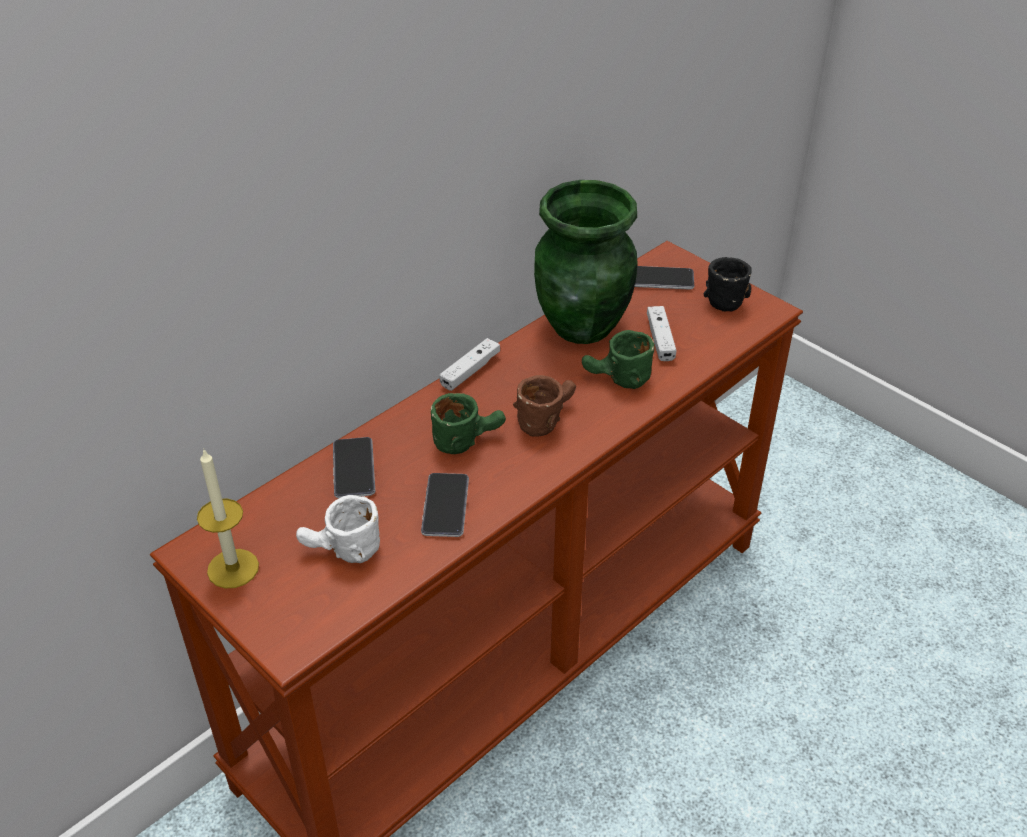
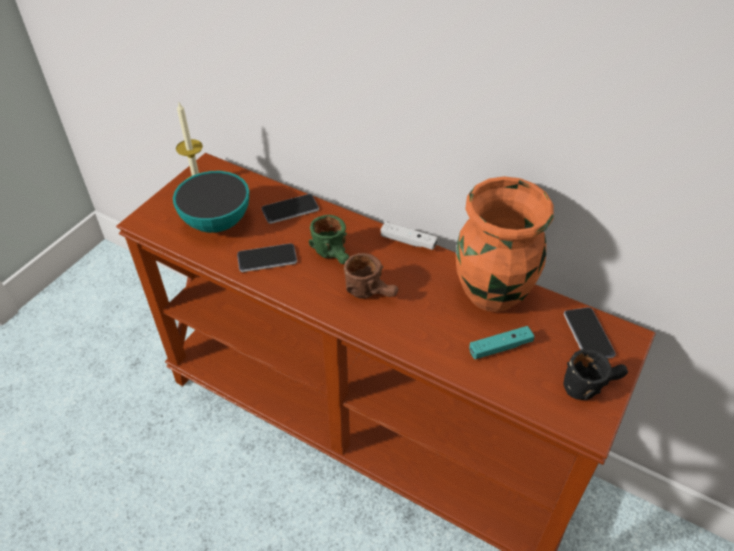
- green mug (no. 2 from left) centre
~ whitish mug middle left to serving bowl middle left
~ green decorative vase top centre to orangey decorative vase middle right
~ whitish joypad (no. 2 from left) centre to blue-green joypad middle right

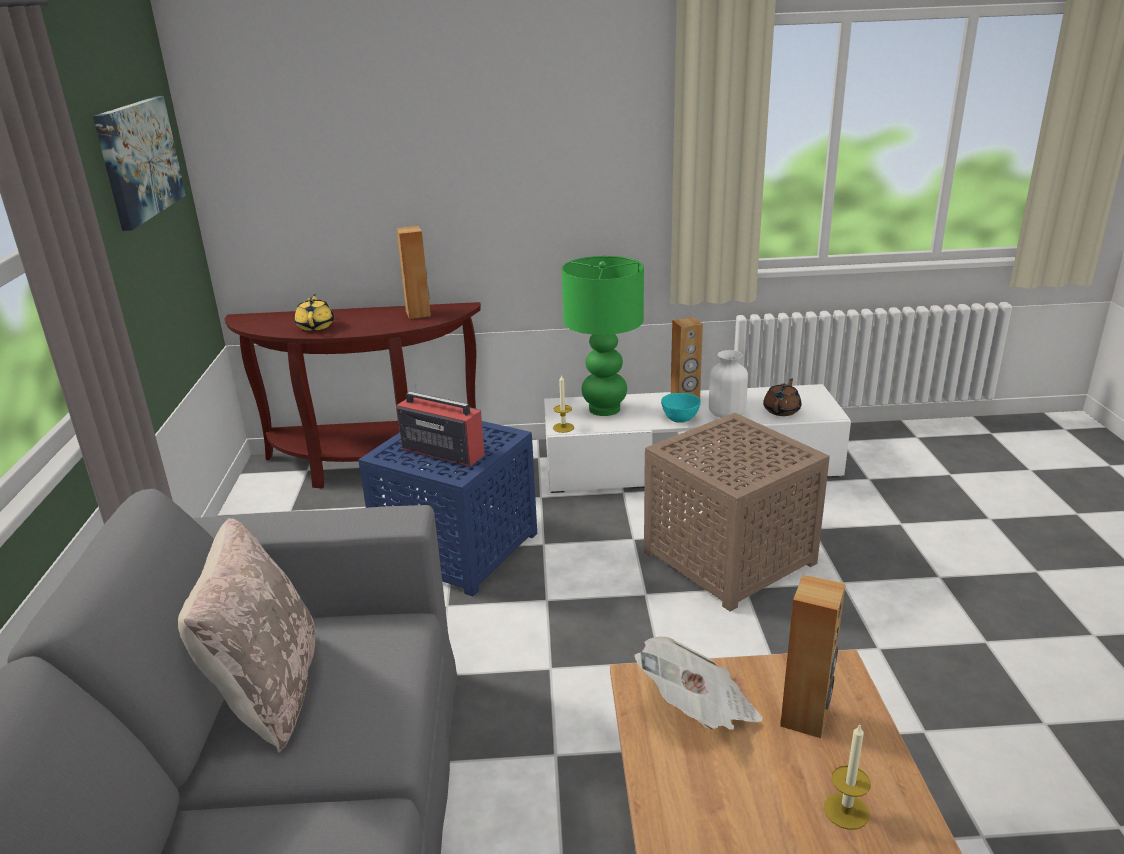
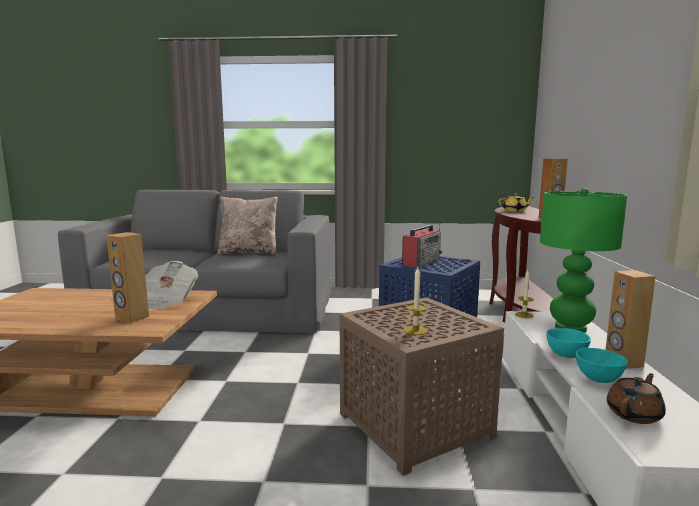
- picture top left
~ wax candle (no. 2 from left in the first image) bottom right to wax candle (no. 1 from left) centre
~ whitish decorative vase centre to blue-green serving bowl (no. 2 from left) bottom right
~ brown tea pot middle right = bottom right 75 degrees counterclockwise

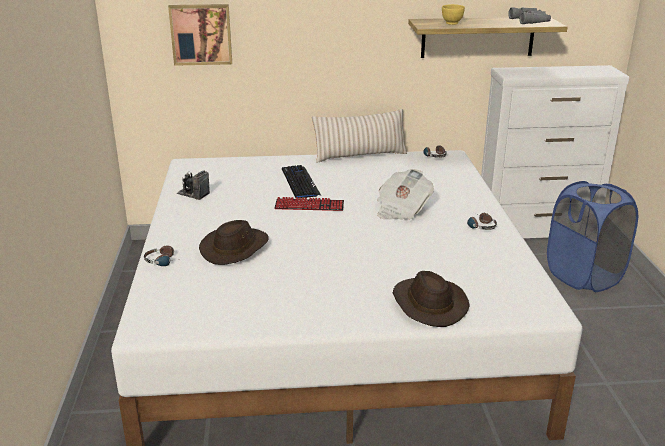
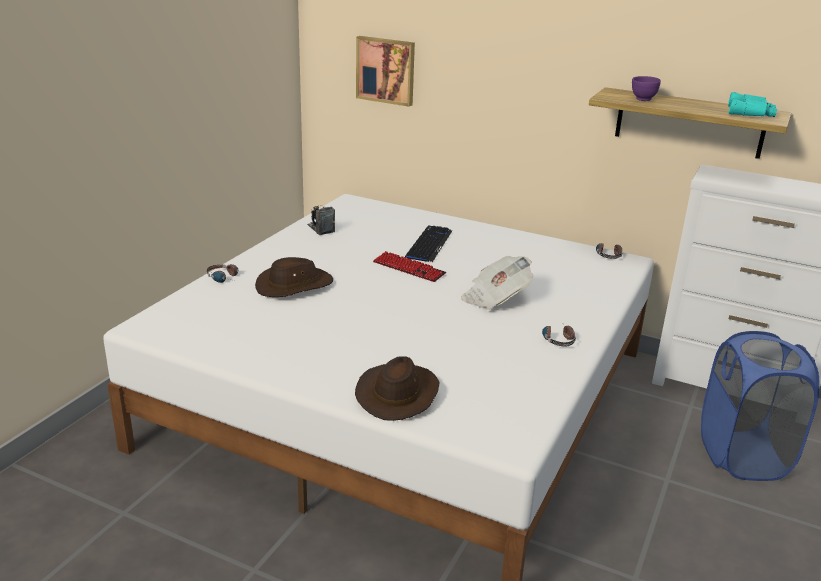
- beige cushion top centre
~ yellow serving bowl top right to purple-coloured serving bowl top right
~ greyish pair of binoculars top right to blue-green pair of binoculars top right

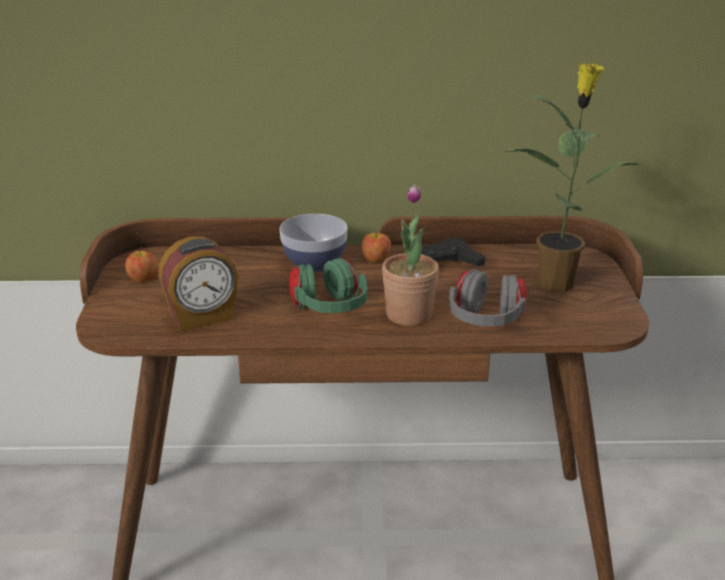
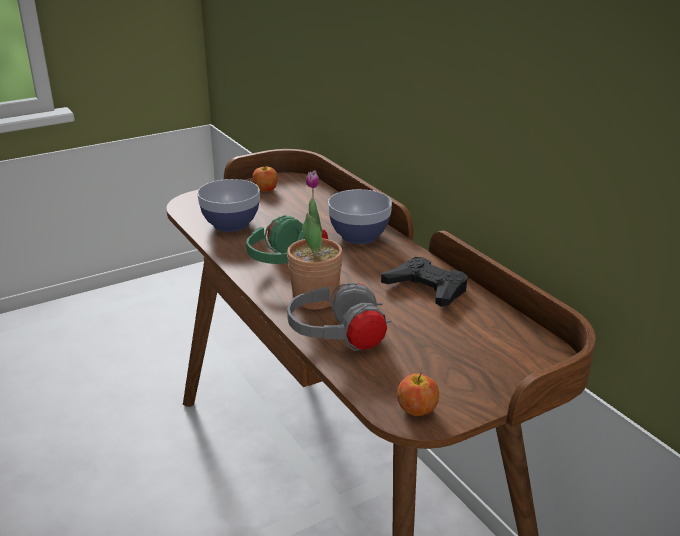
- plant in a pot (no. 2 from left) top right
~ apple fruit (no. 2 from left) centre to bottom centre
~ bedside clock middle left to serving bowl (no. 1 from left) centre

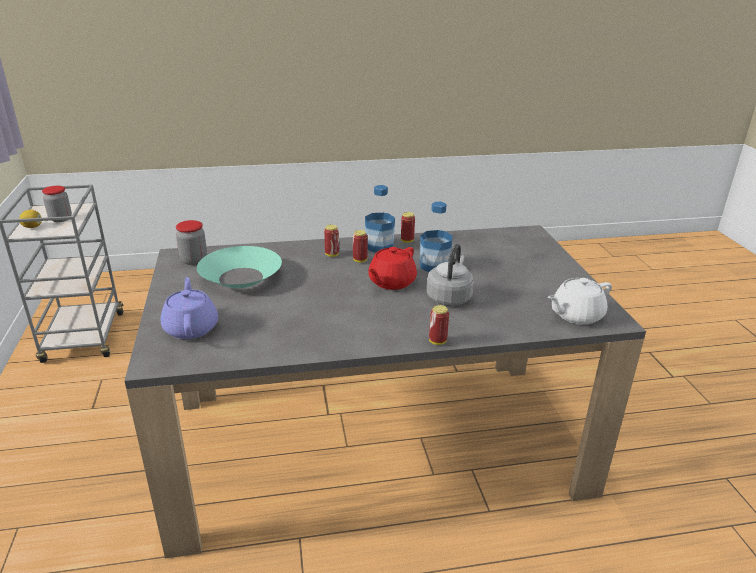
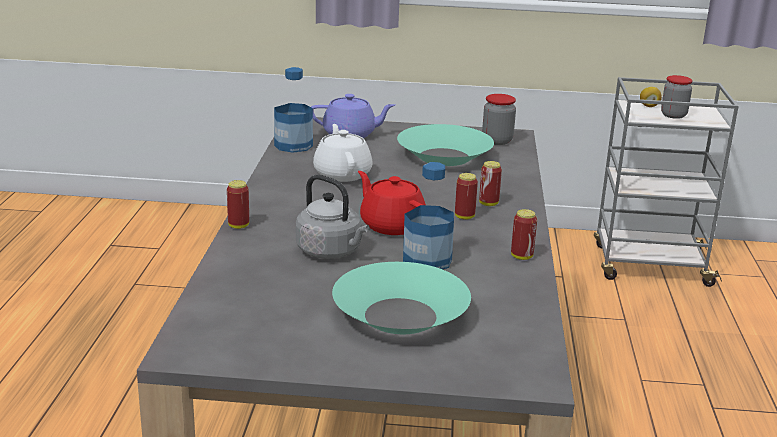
+ blue-green serving bowl (no. 1 from left) bottom centre
~ bottle (no. 1 from left) centre to top centre
~ whitish tea pot middle right to centre

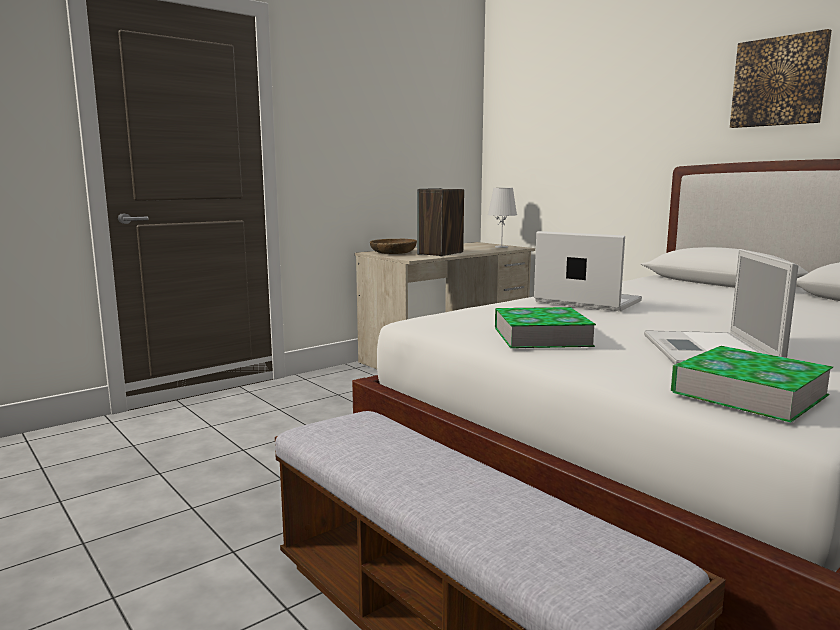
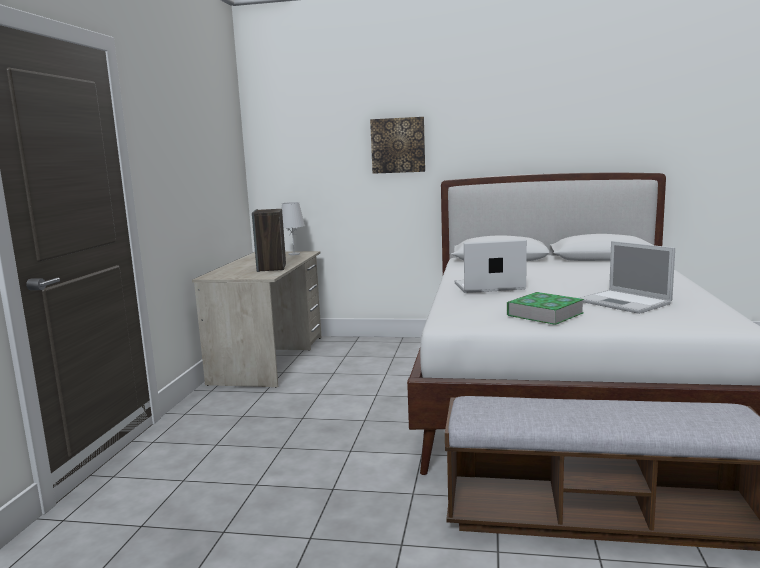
- brown serving bowl centre
- volume (no. 2 from left) middle right
~ picture top right to top centre

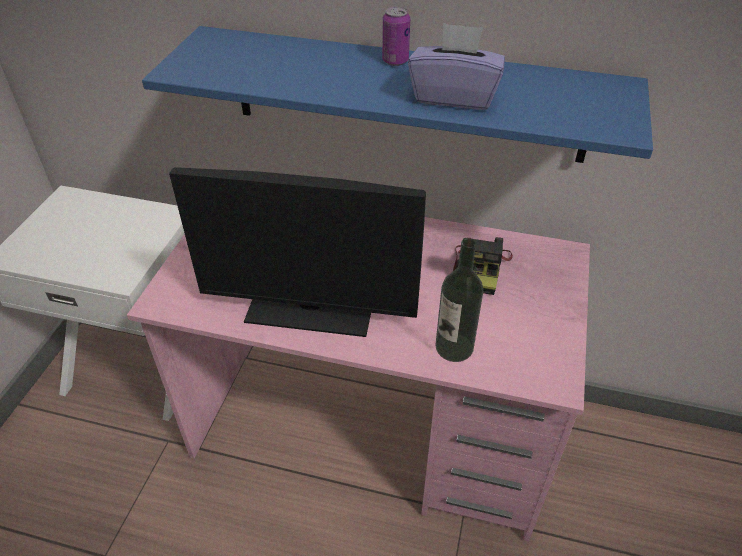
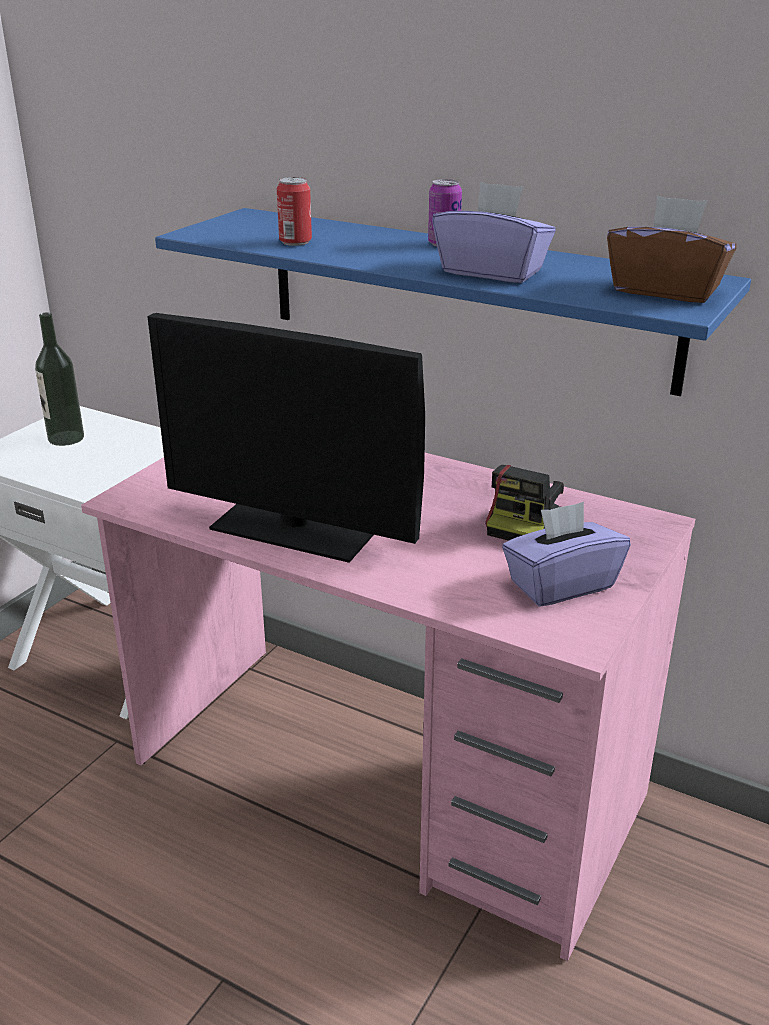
+ can (no. 1 from left) top centre
+ purple-coloured tissue box (no. 2 from left) middle right
+ brown tissue box top right
~ bottle centre to middle left

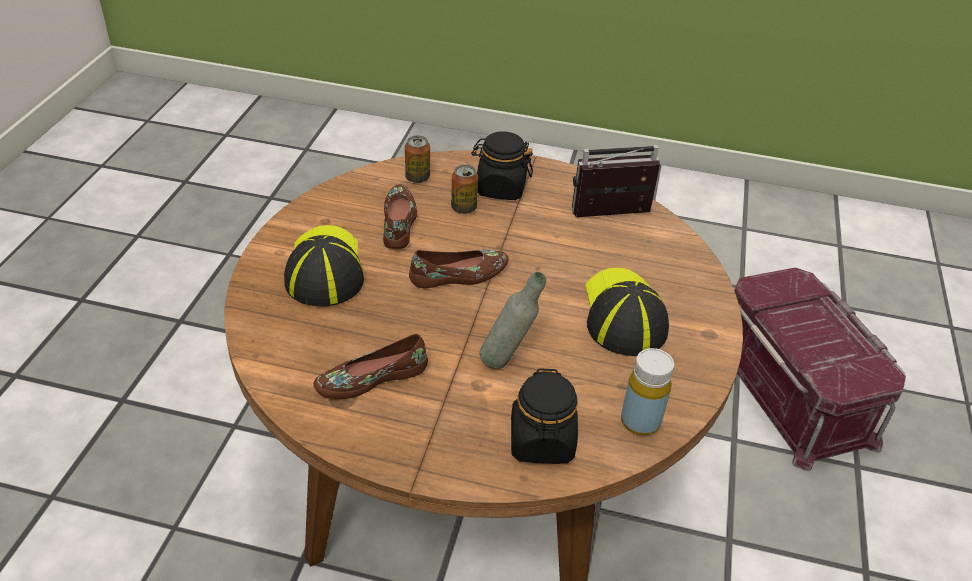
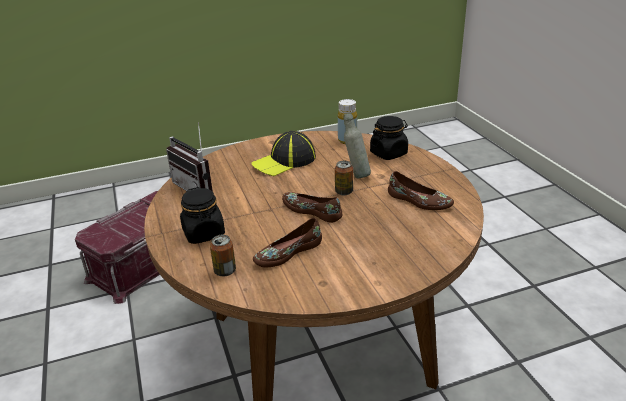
- peaked cap (no. 1 from left) centre
~ can (no. 2 from left) top centre to centre

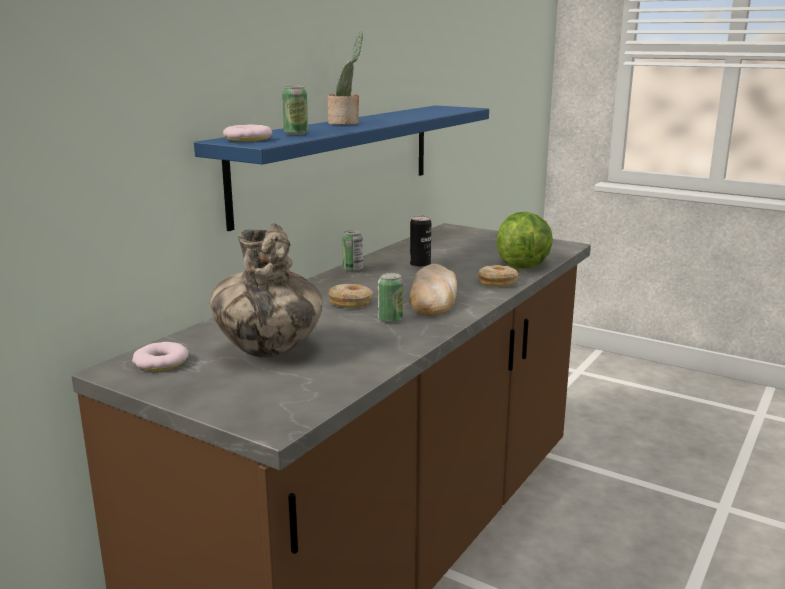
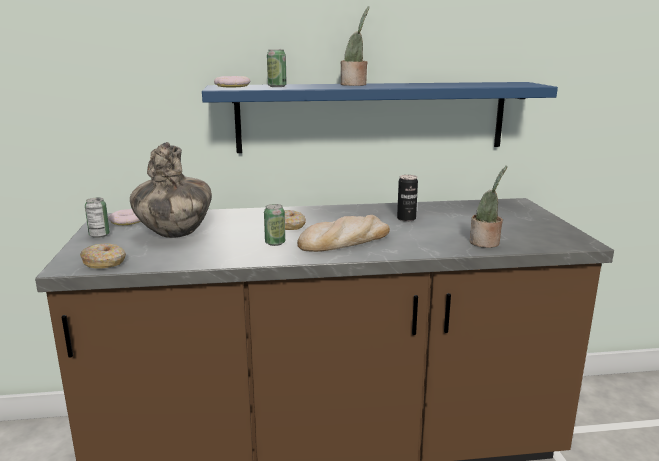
~ can (no. 2 from left in the first image) centre to can (no. 1 from left) middle left
~ donut (no. 4 from left in the first image) centre to donut (no. 1 from left) middle left
~ lettuce head middle right to plant in a pot (no. 2 from left) middle right

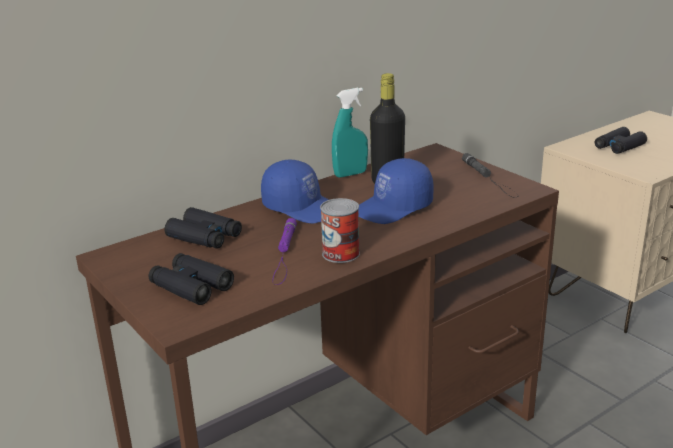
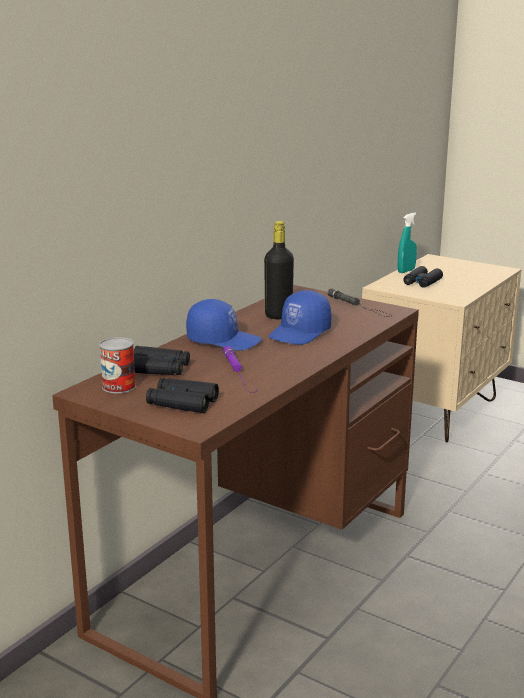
~ can centre to middle left
~ blue-green hand sprayer top centre to middle right

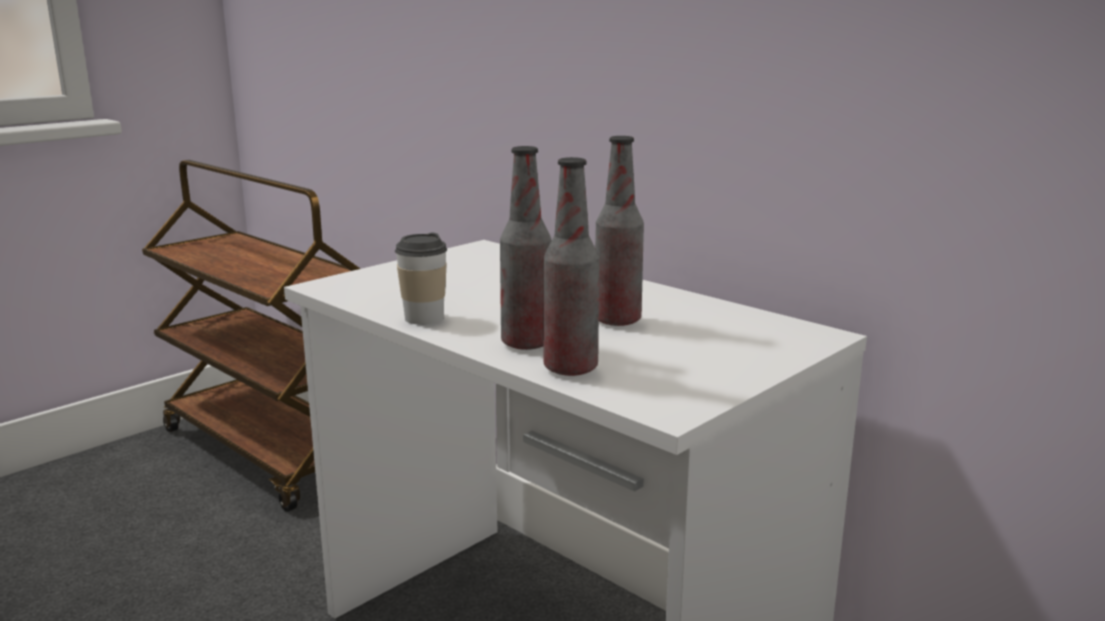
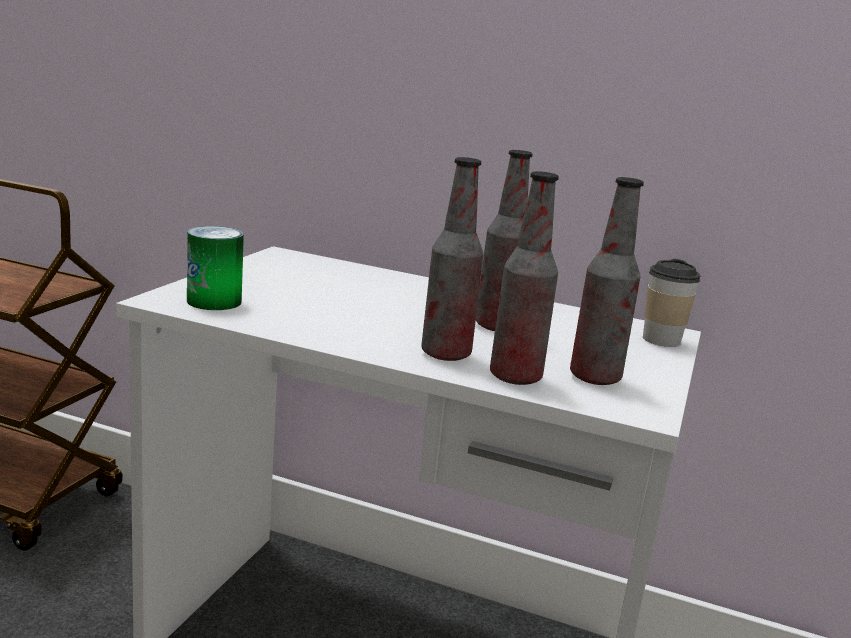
+ can middle left
+ bottle (no. 4 from left) middle right
~ drinking cup centre to middle right

